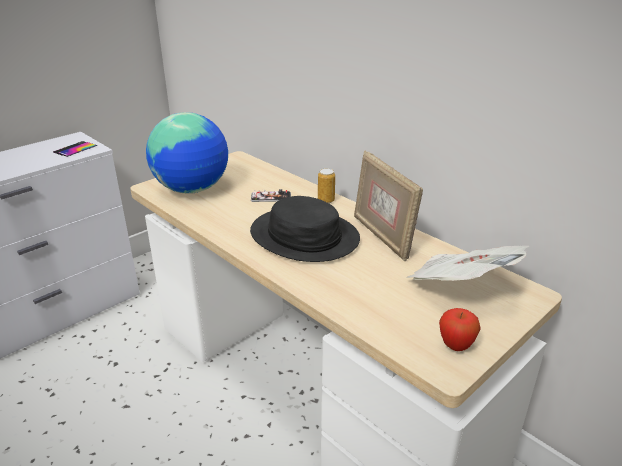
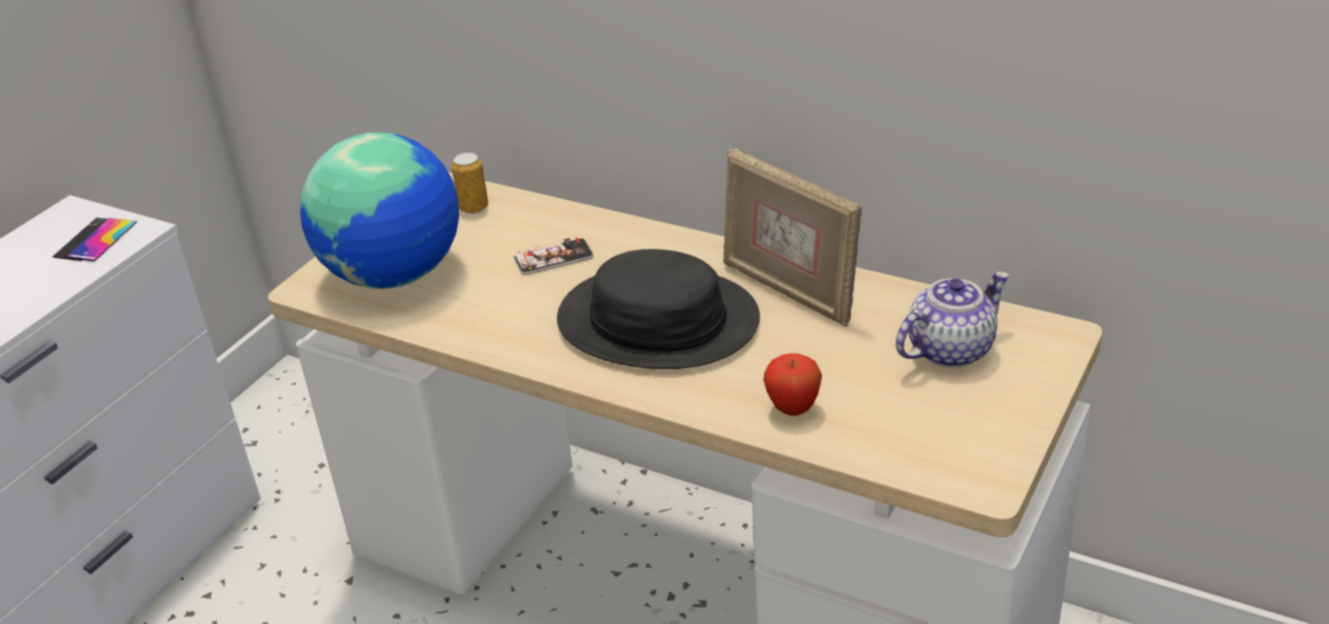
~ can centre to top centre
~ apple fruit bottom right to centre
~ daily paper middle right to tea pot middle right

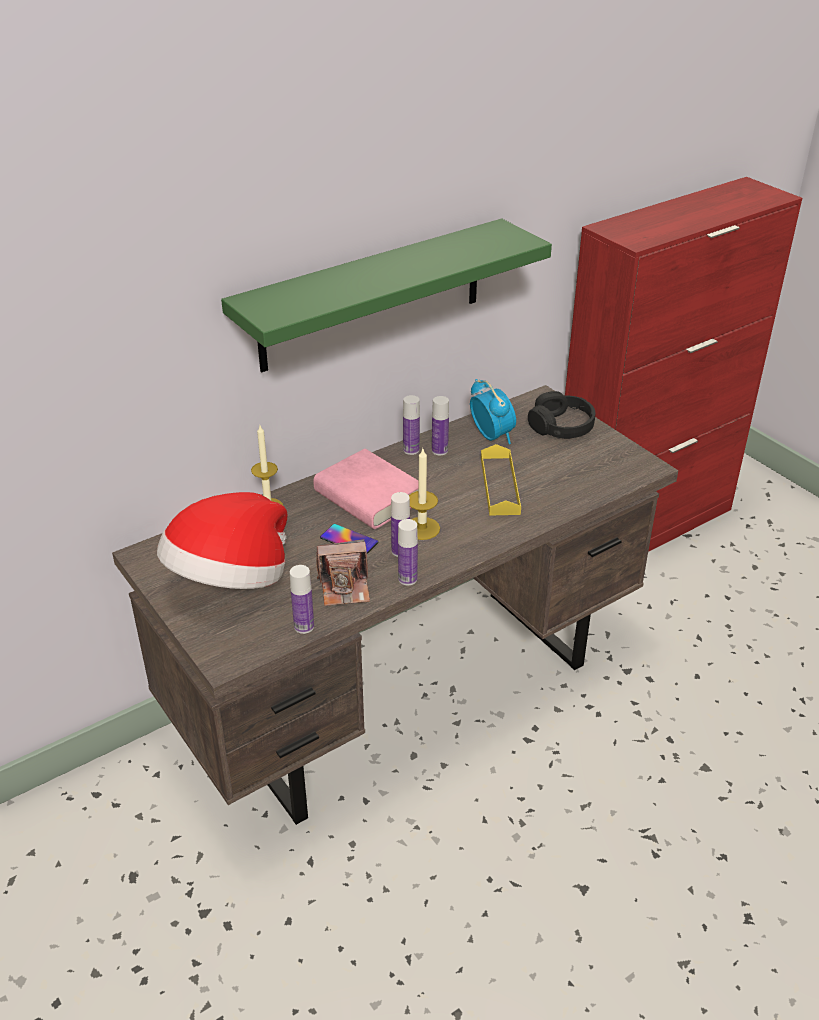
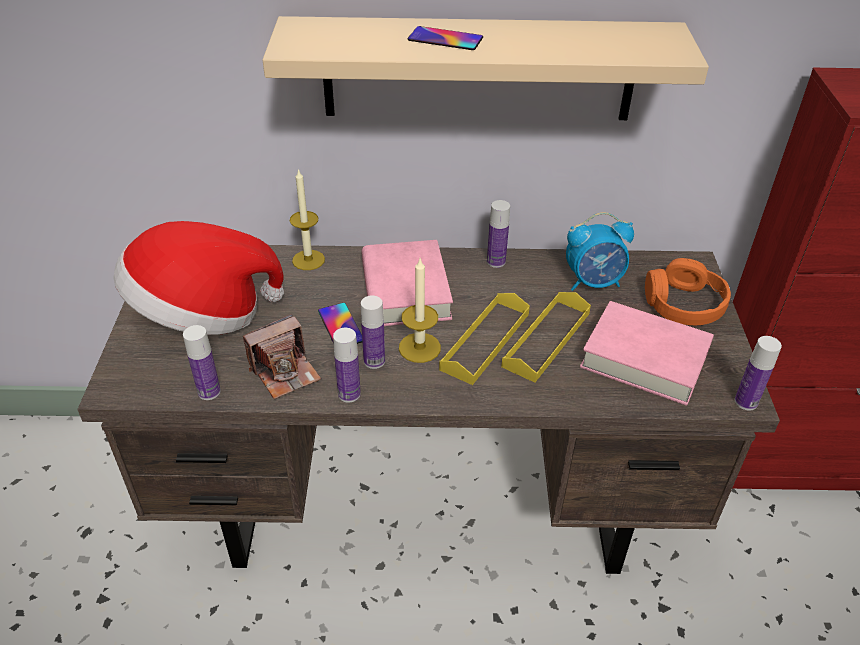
+ phone (no. 2 from left) top centre
+ yellow serving tray (no. 1 from left) centre
+ pinkish volume (no. 2 from left) middle right
~ bottle (no. 5 from left) centre to middle right
~ green bracket shelf top centre to beige bracket shelf top centre
~ black-coloured pair of headphones middle right to orangey pair of headphones middle right
~ photo camera centre = middle left 60 degrees counterclockwise
~ bedside clock centre = middle right 75 degrees clockwise

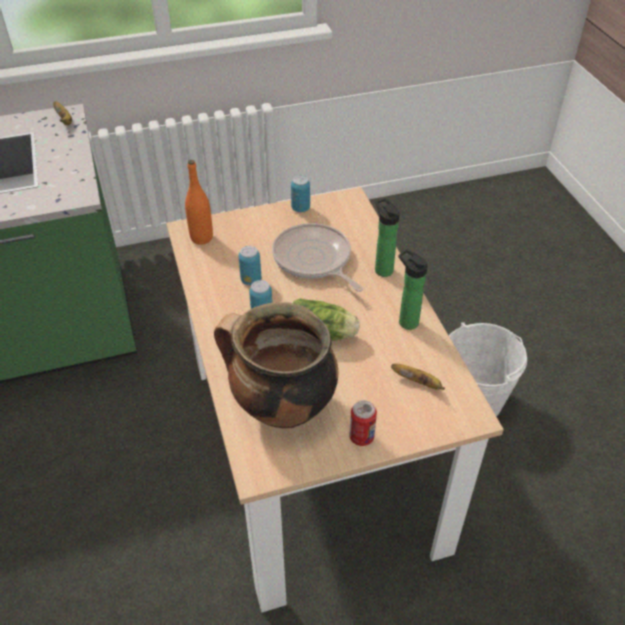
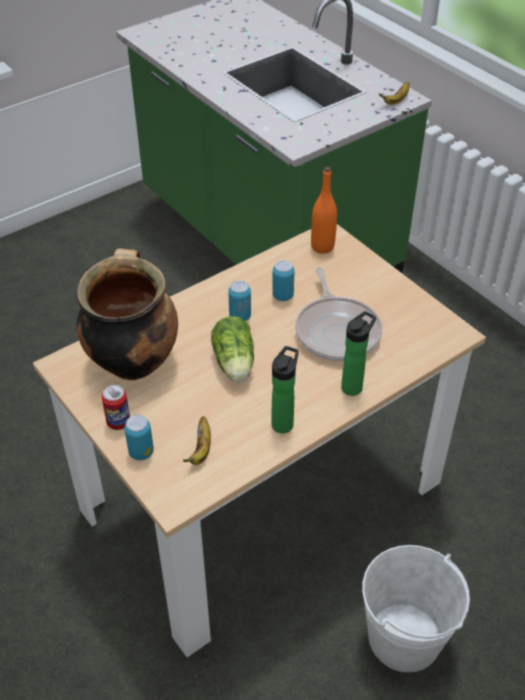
~ can (no. 3 from left in the first image) top centre to can (no. 2 from left) middle left
~ skillet centre = centre 135 degrees clockwise

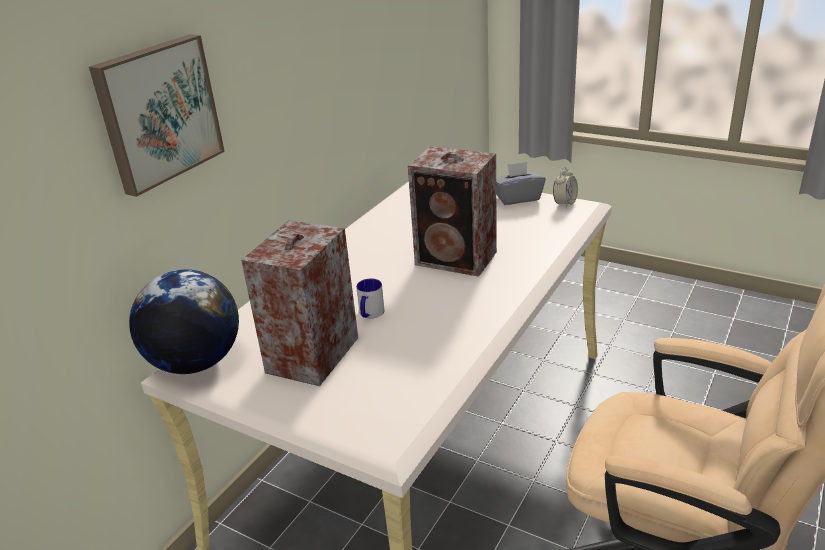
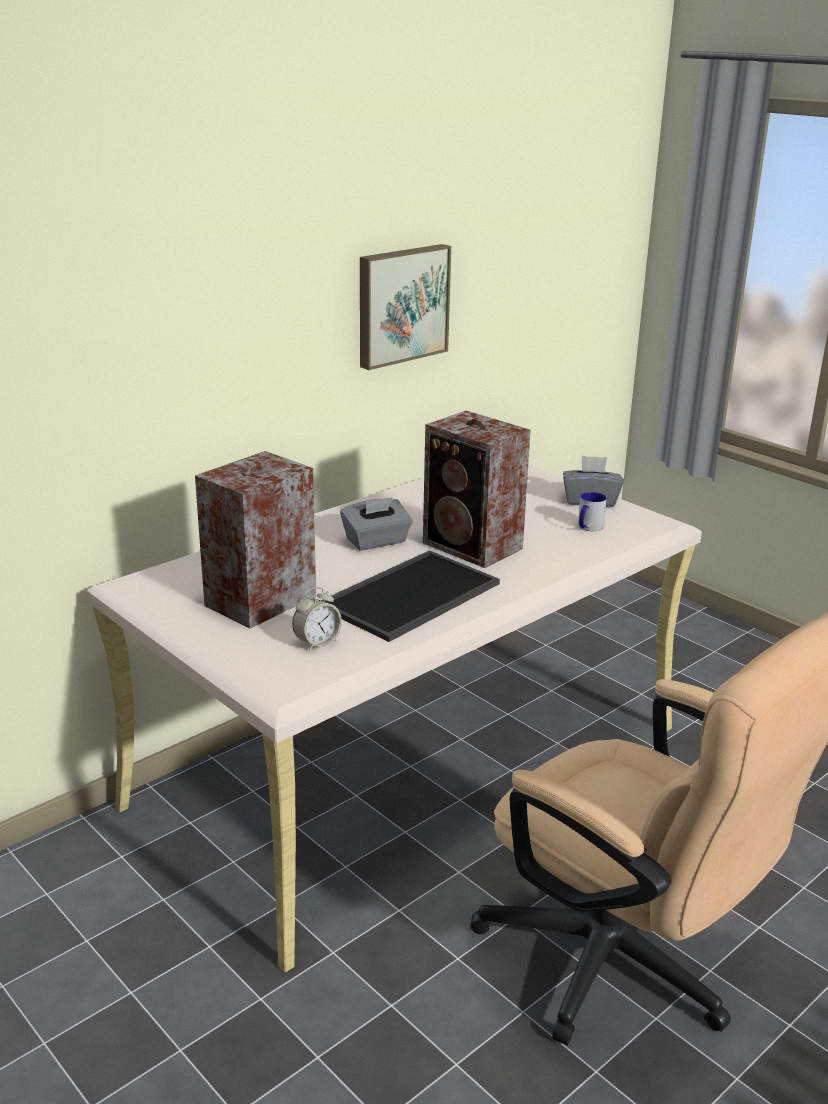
- desk globe middle left
+ serving tray centre
+ greyish tissue box (no. 1 from left) centre
~ picture top left to top centre
~ mug centre to middle right
~ bedside clock middle right to centre

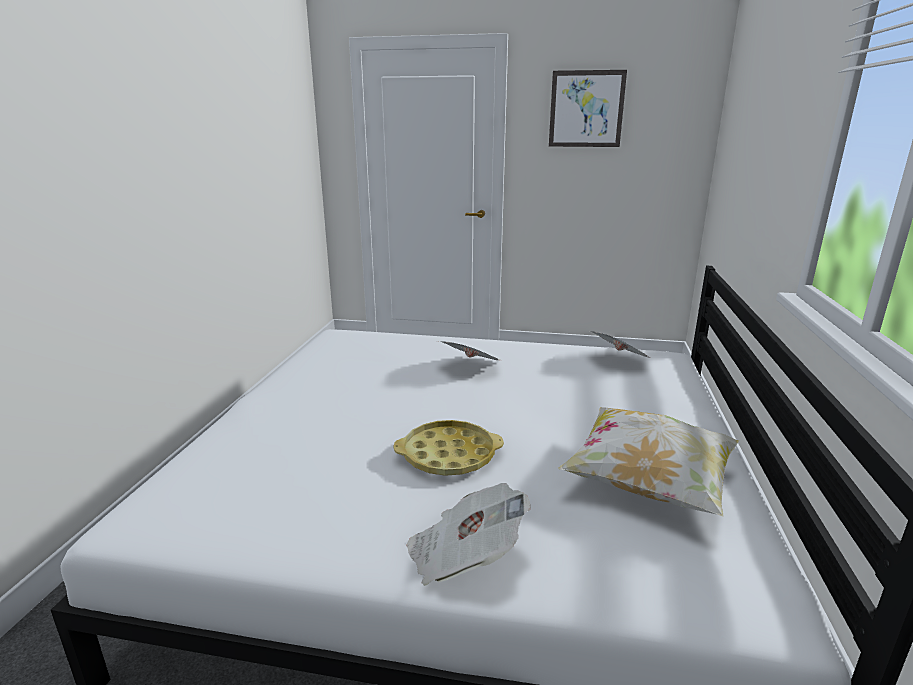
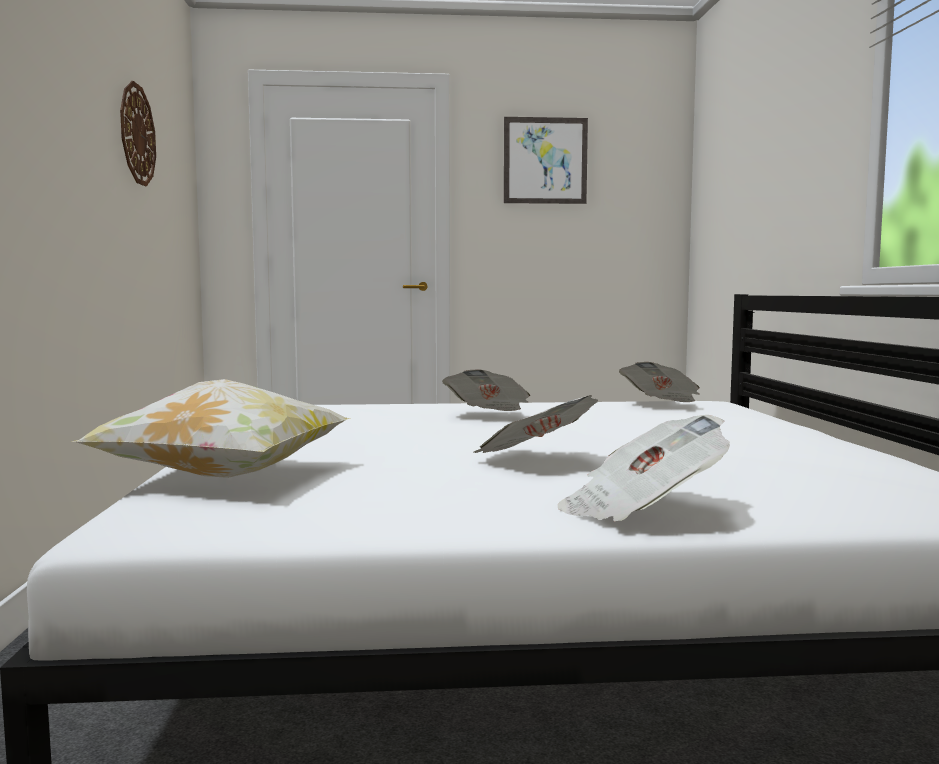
+ clock on the wall top left
~ cushion bottom right to middle left
~ yellow serving tray centre to daily paper (no. 2 from left) centre

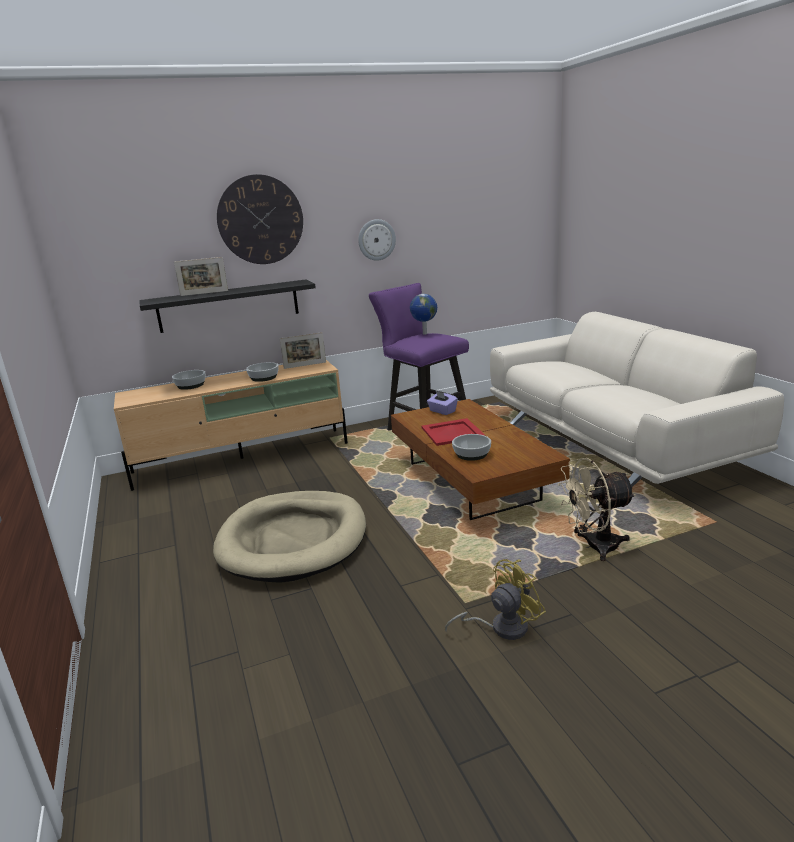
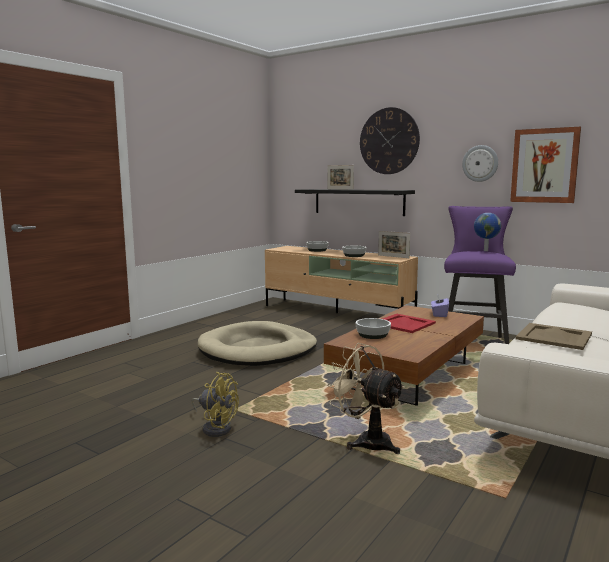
+ picture top right
+ beige serving tray middle right

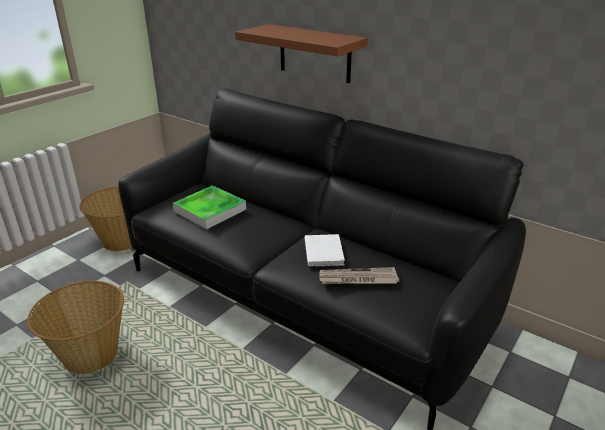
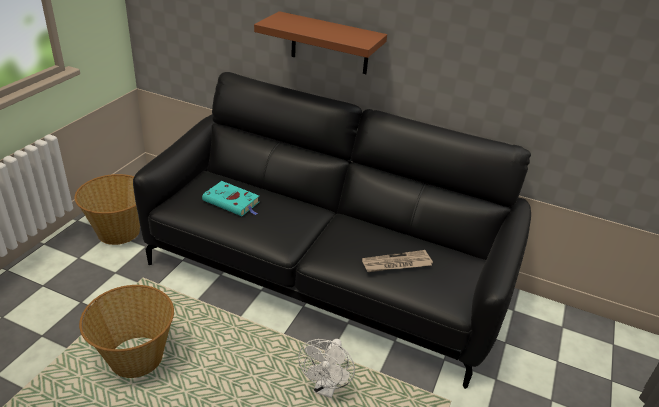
- whitish volume centre
+ whitish cooling fan bottom centre
~ serving tray centre to blue-green volume centre

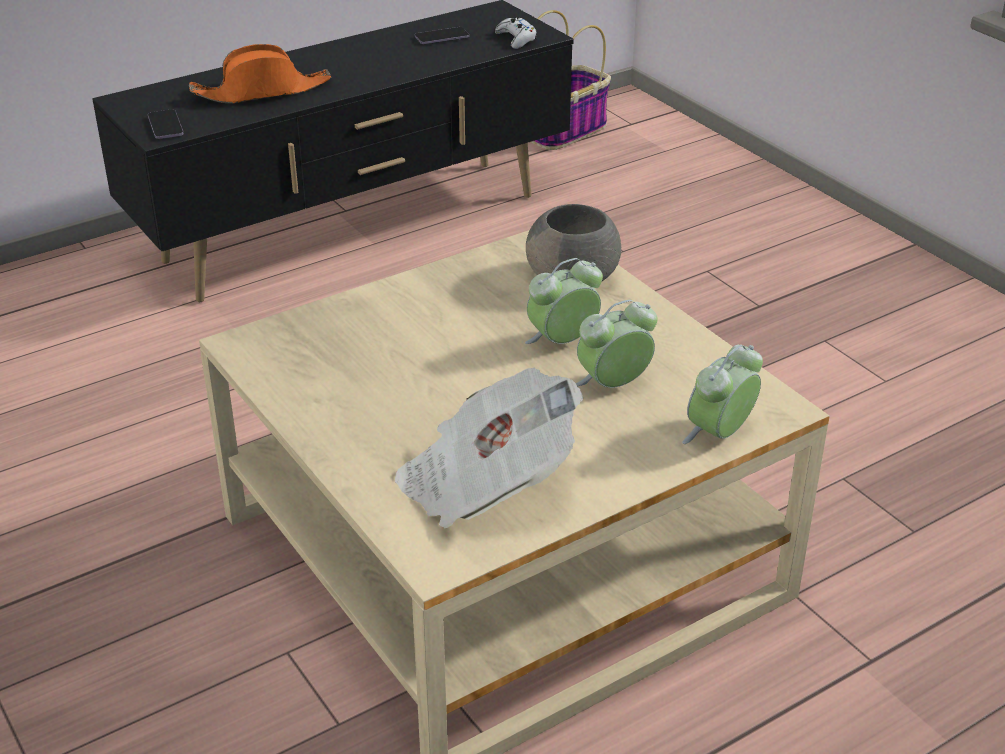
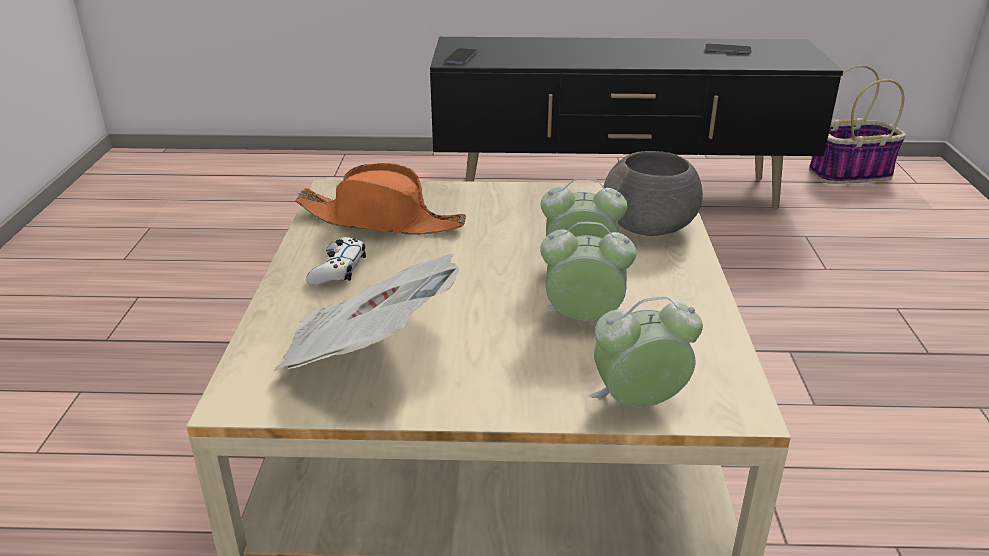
~ orangey hat top left to centre
~ whitish joypad top centre to centre

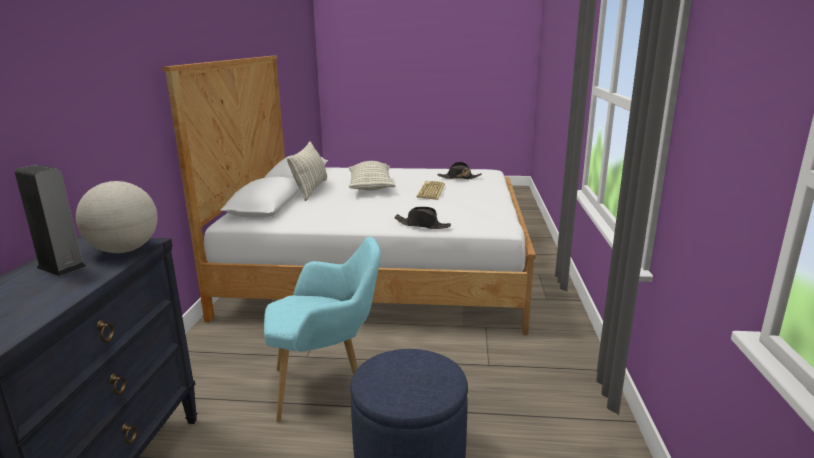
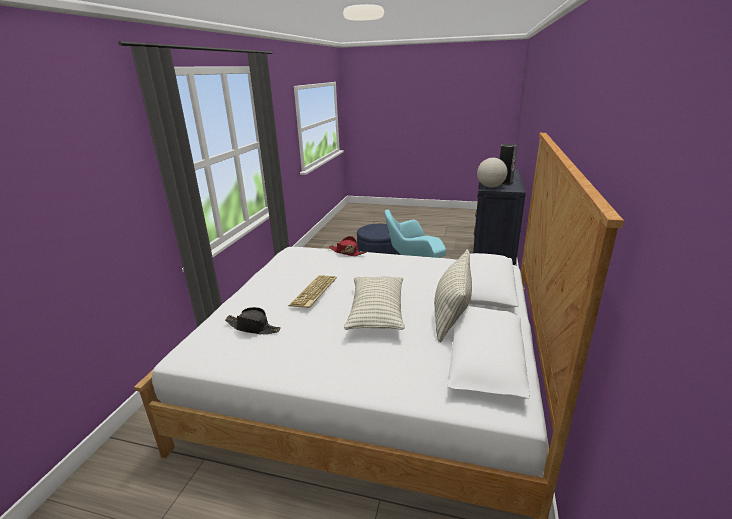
~ black-coloured hat (no. 1 from left) centre to reddish hat centre

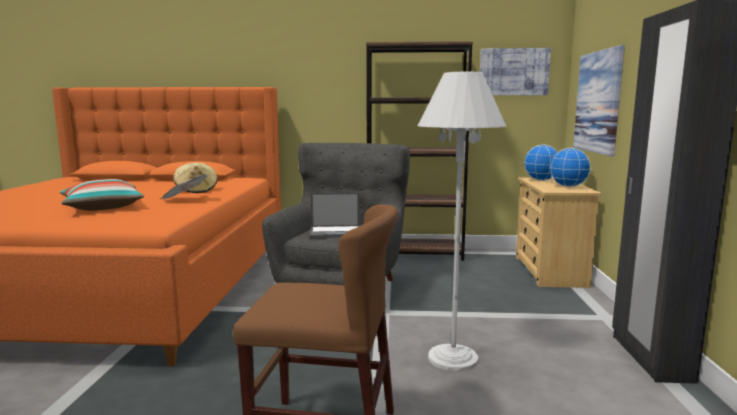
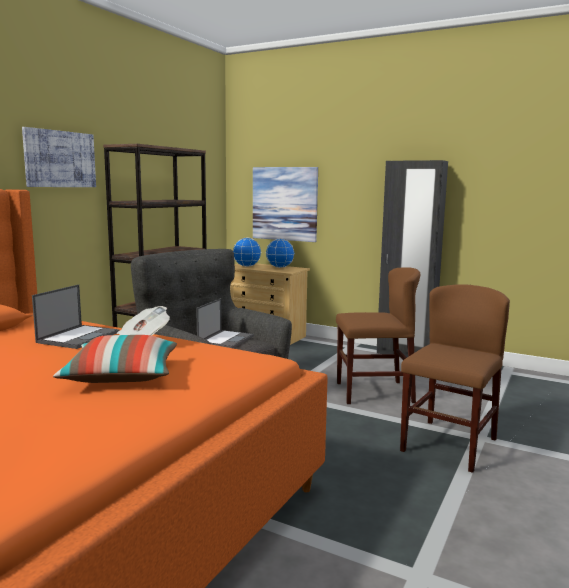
~ picture (no. 1 from left) top right to top left
~ beige hat middle left to portable computer (no. 1 from left) middle left
~ whitish standard lamp centre to brown upright chair (no. 1 from left) centre

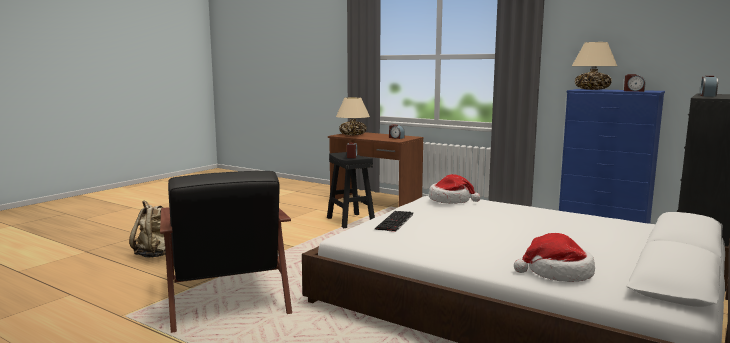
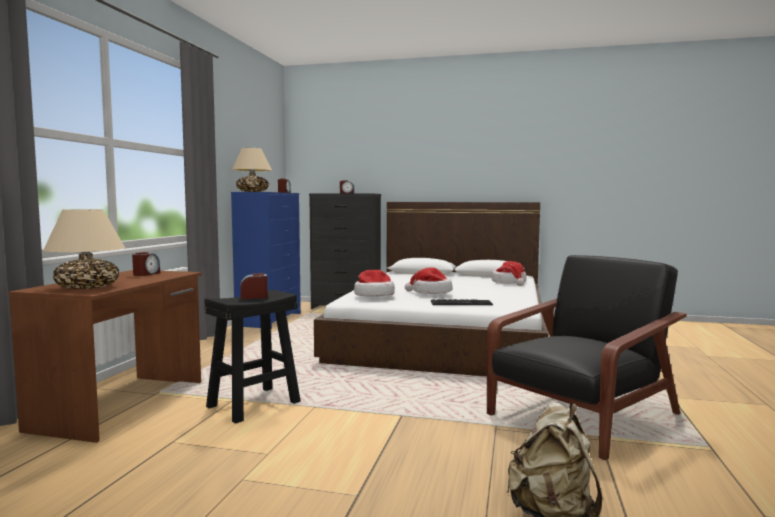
+ hat (no. 2 from left) centre

